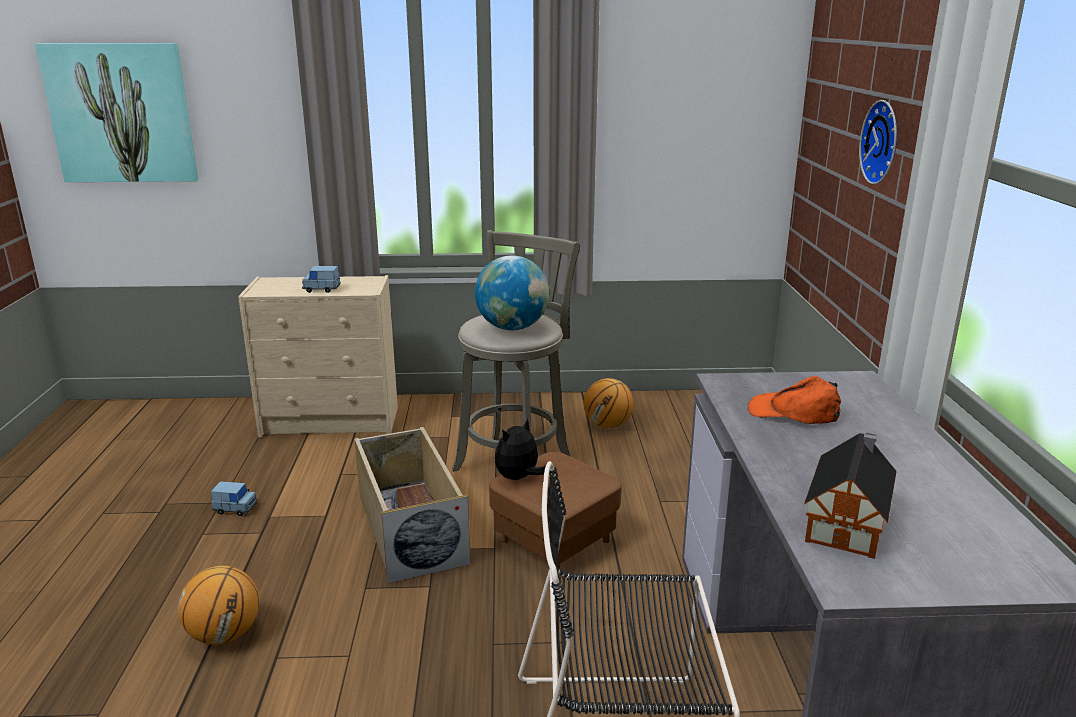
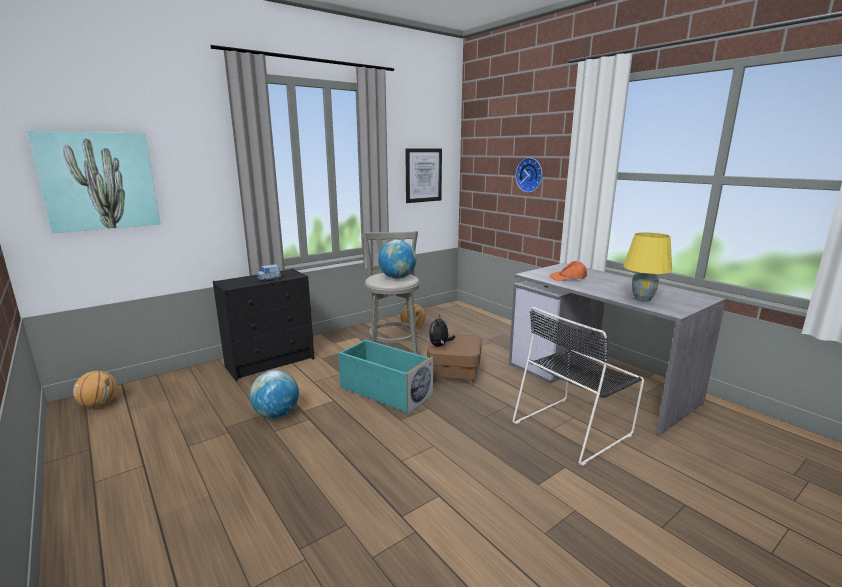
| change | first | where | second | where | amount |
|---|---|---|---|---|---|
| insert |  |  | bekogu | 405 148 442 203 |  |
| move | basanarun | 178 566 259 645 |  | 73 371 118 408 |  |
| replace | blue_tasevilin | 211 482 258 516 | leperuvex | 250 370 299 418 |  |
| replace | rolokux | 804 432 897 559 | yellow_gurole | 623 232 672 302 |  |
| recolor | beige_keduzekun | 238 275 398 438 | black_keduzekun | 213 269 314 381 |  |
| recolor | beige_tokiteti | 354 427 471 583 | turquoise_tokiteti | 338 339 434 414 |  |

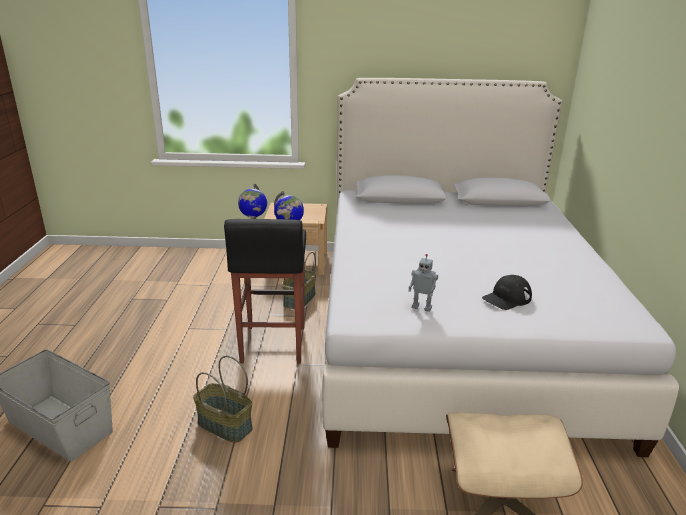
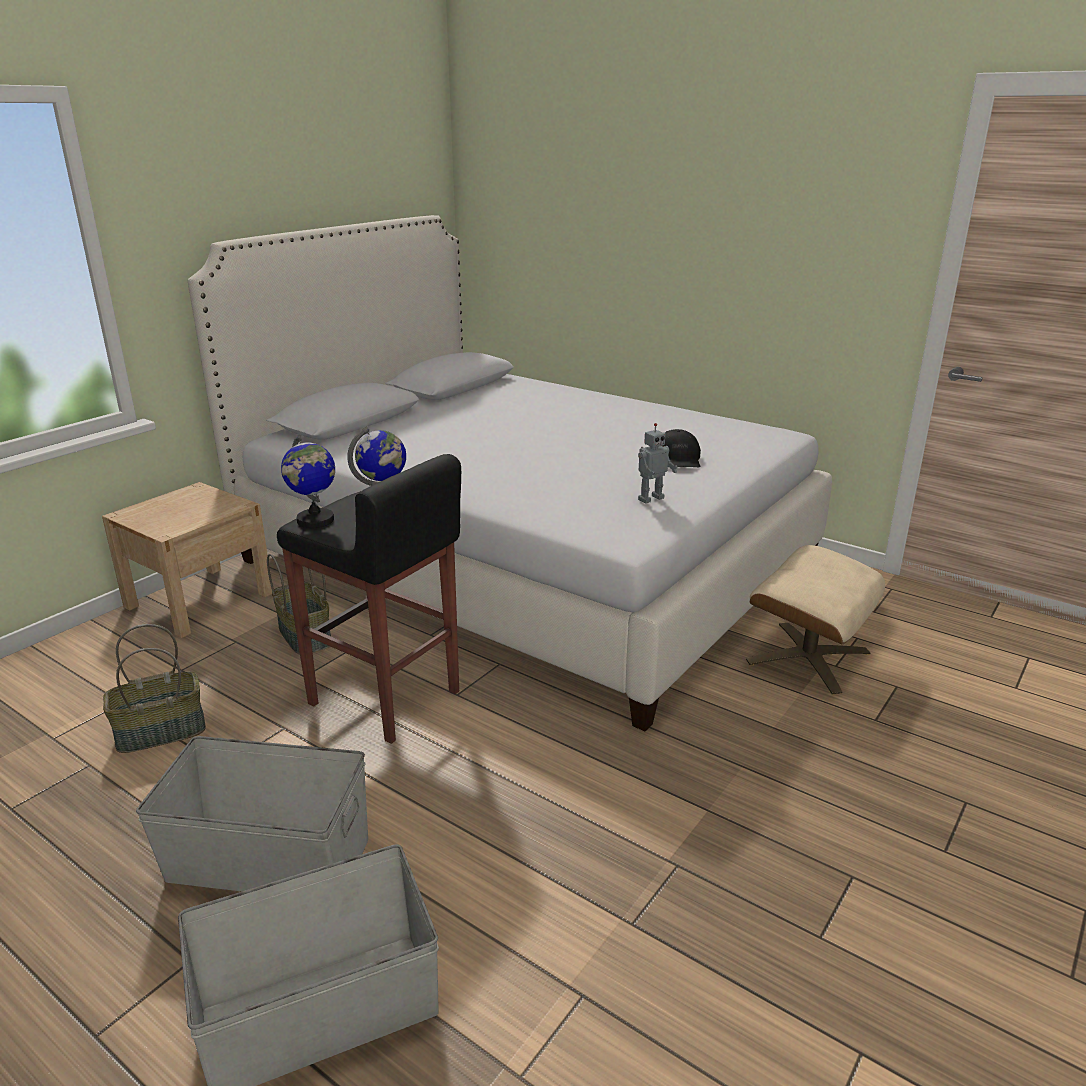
| change | first | where | second | where | amount |
|---|---|---|---|---|---|
| insert |  |  | grey_tokiteti | 136 736 368 891 |  |
| move | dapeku | 193 356 253 443 |  | 103 624 206 753 |  |

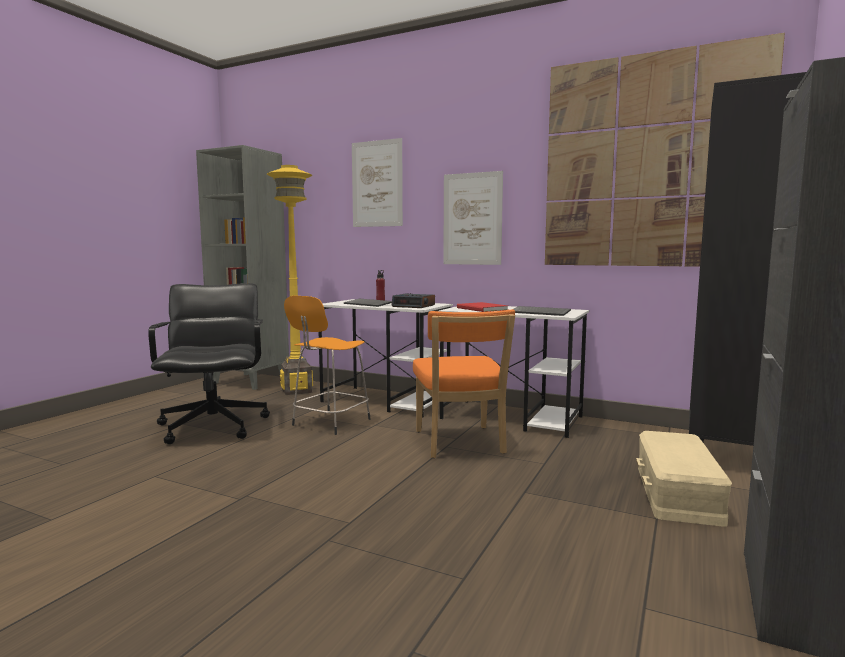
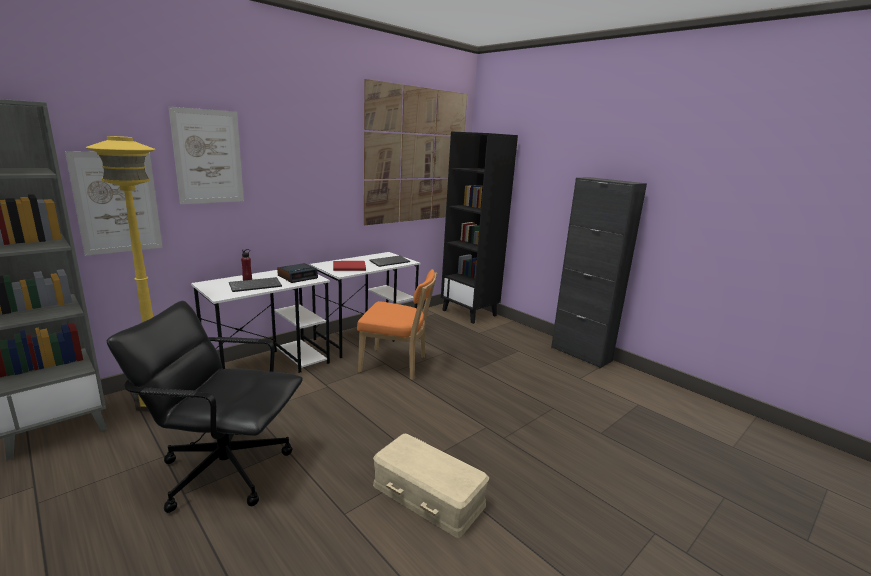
| change | first | where | second | where | amount |
|---|---|---|---|---|---|
| delete | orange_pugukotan | 284 296 371 435 |  |  |  |
| move | bekogu | 443 171 503 265 |  | 65 151 163 256 |  |
| move | beige_tokiteti | 636 431 732 527 |  | 373 434 489 538 |  |

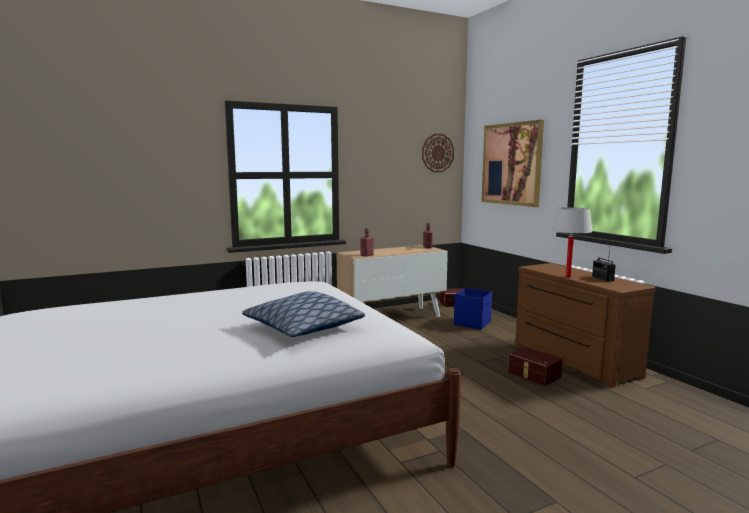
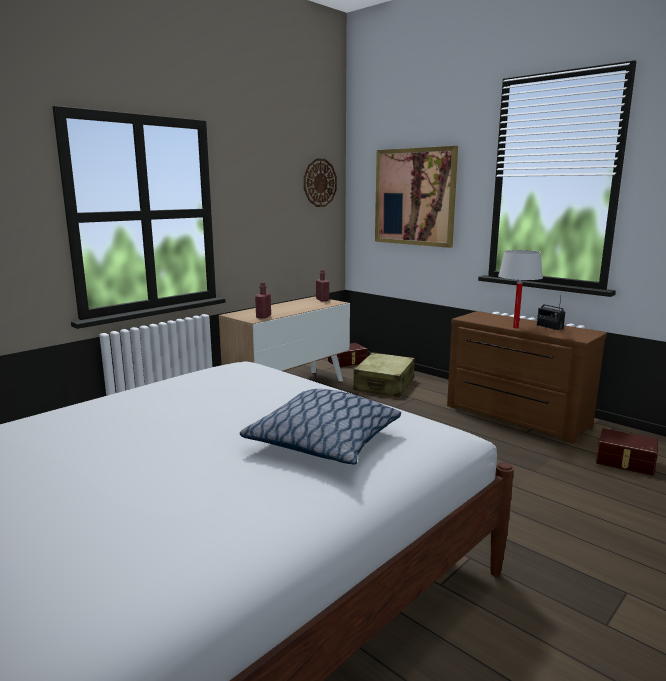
| change | first | where | second | where | amount |
|---|---|---|---|---|---|
| move | brown_tokiteti | 508 347 563 386 |  | 596 428 658 476 |  |
| replace | blue_tokiteti | 454 288 492 330 | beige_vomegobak | 353 353 415 397 |  |

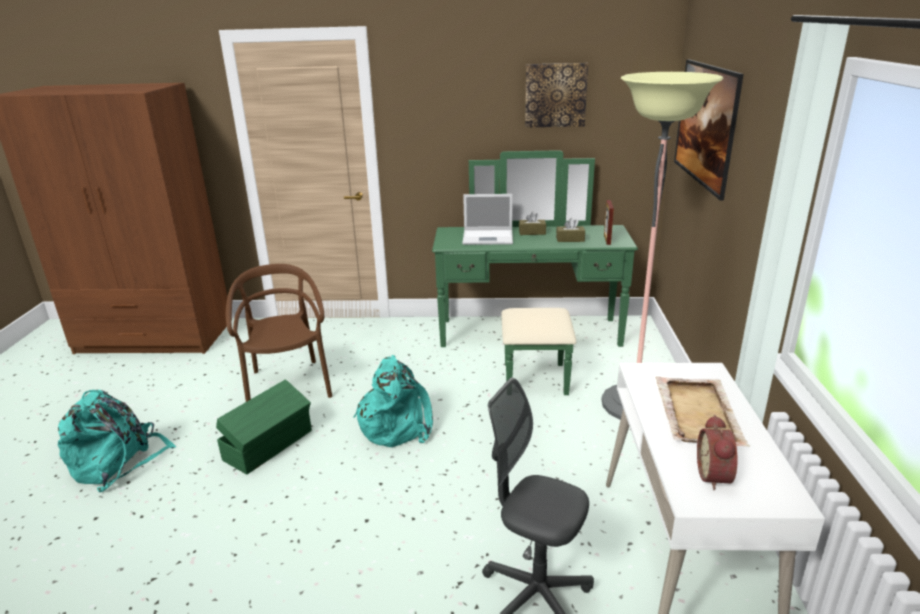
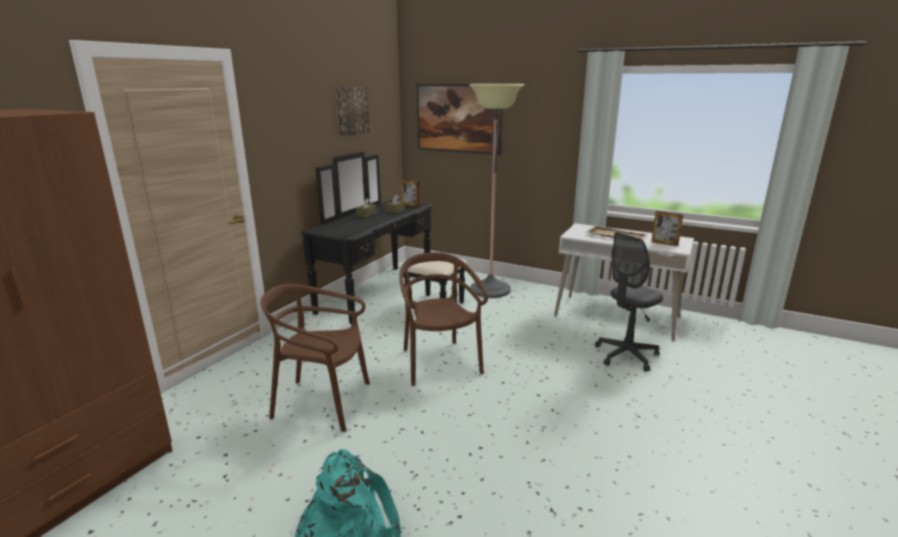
| change | first | where | second | where | amount |
|---|---|---|---|---|---|
| delete | green_tokiteti | 216 379 312 474 |  |  |  |
| delete | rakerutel | 462 194 513 245 |  |  |  |
| replace | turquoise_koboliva | 353 355 433 447 | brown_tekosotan | 399 252 488 386 |  |
| replace | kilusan | 697 415 738 490 | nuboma | 651 211 683 246 |  |
| recolor | green_keduzekun | 432 151 638 395 | black_keduzekun | 301 151 467 324 |  |

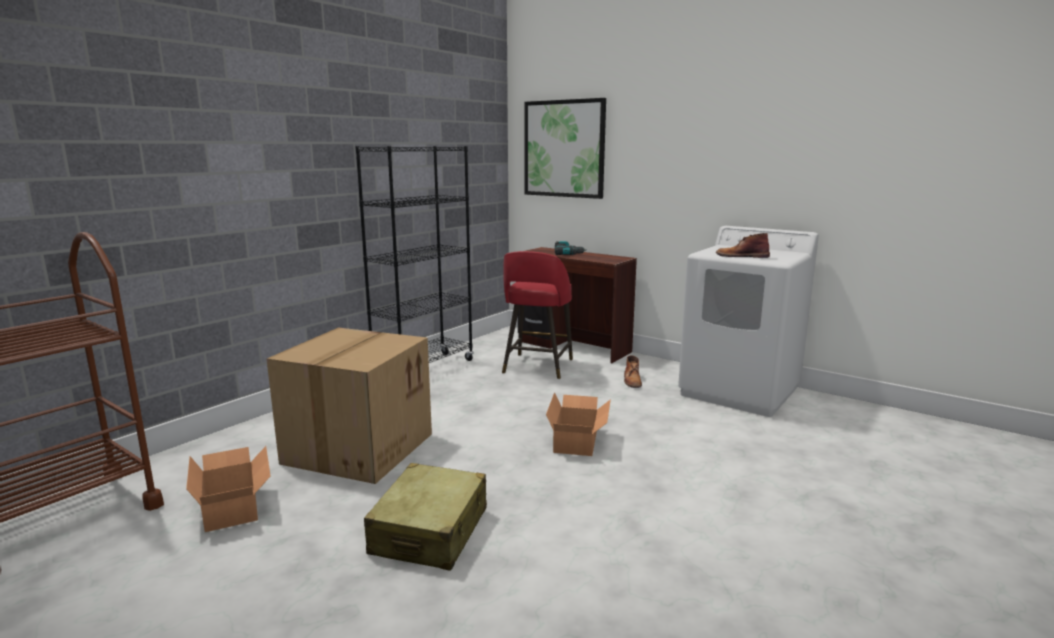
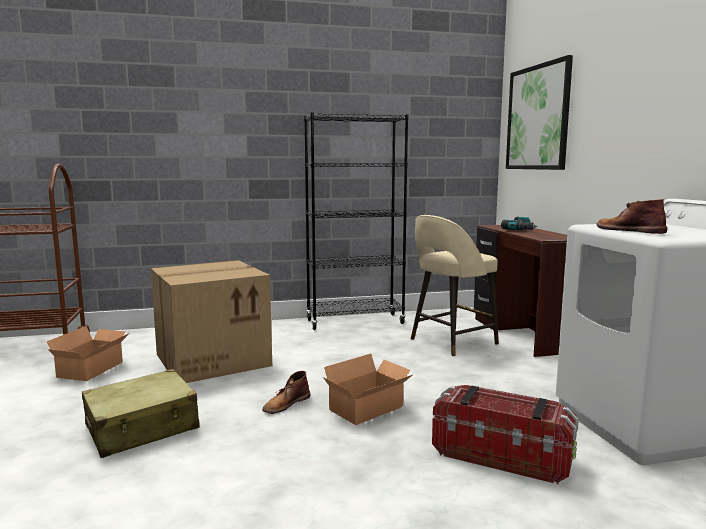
| change | first | where | second | where | amount |
|---|---|---|---|---|---|
| insert |  |  | tokiteti | 432 385 579 484 |  |
| move | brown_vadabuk | 624 355 642 388 |  | 262 371 310 414 |  |
| recolor | red_pugukotan | 502 251 573 379 | beige_pugukotan | 411 215 499 356 |  |

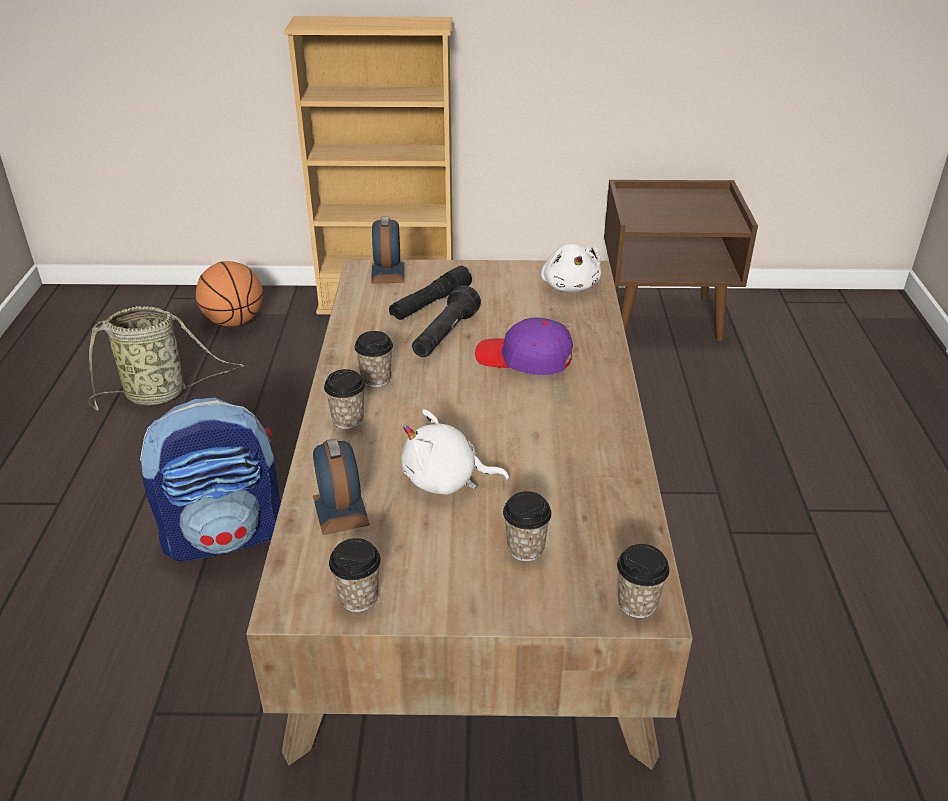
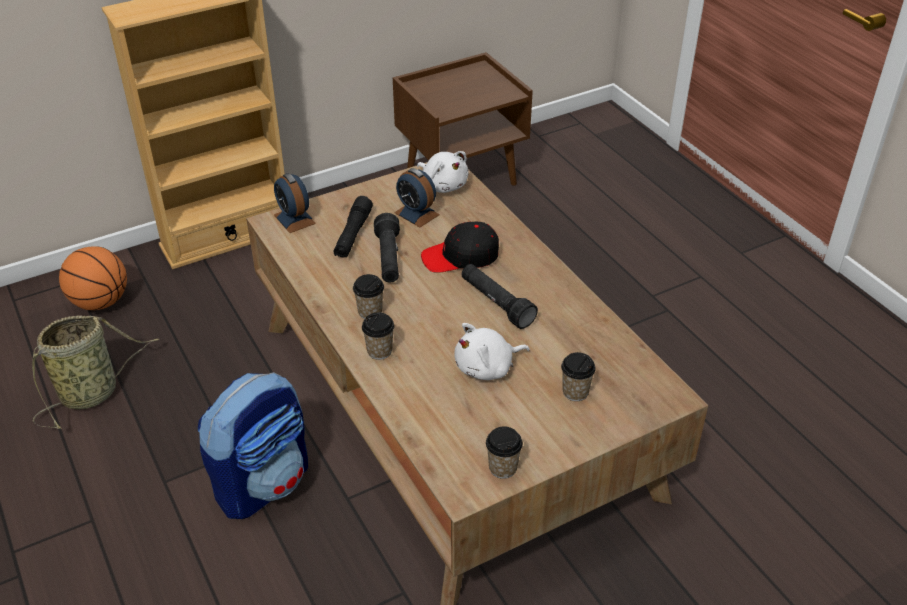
| change | first | where | second | where | amount |
|---|---|---|---|---|---|
| delete | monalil | 617 544 669 618 |  |  |  |
| insert |  |  | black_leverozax | 462 264 538 329 |  |
| move | kilusan | 313 438 370 535 |  | 394 168 440 227 |  |
| recolor | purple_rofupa | 475 317 573 375 | black_rofupa | 421 222 499 273 |  |

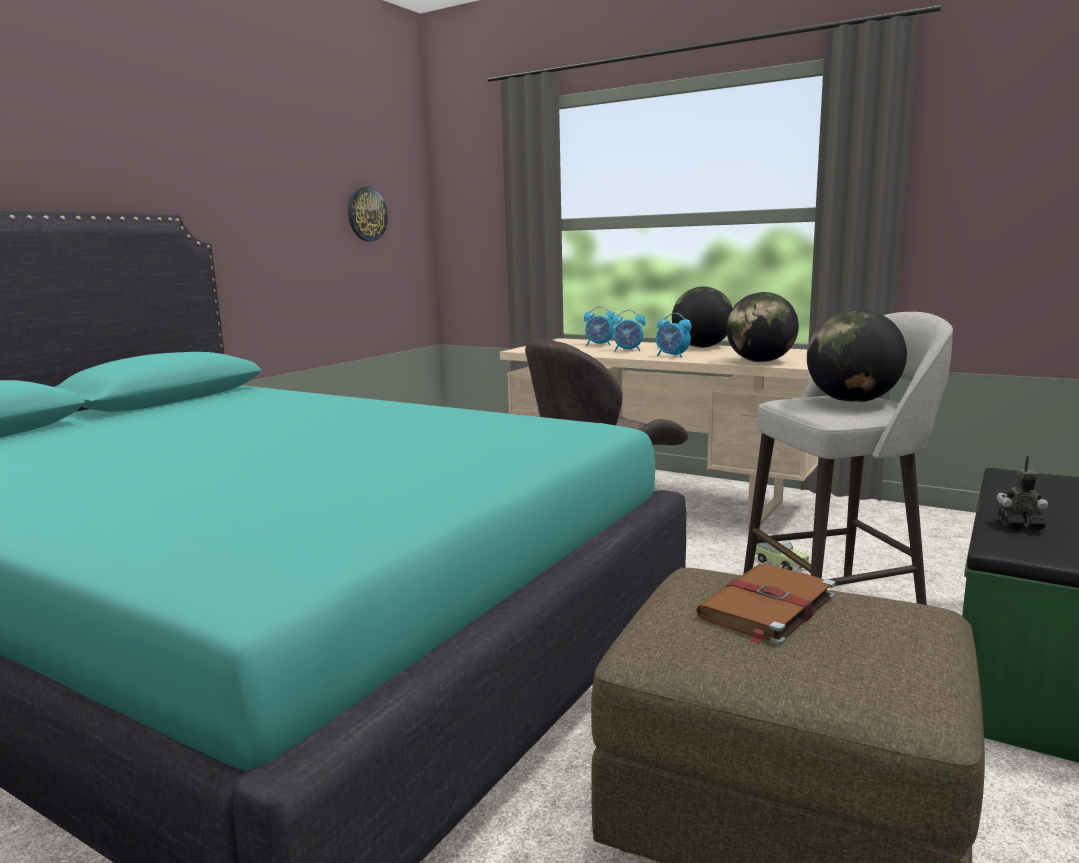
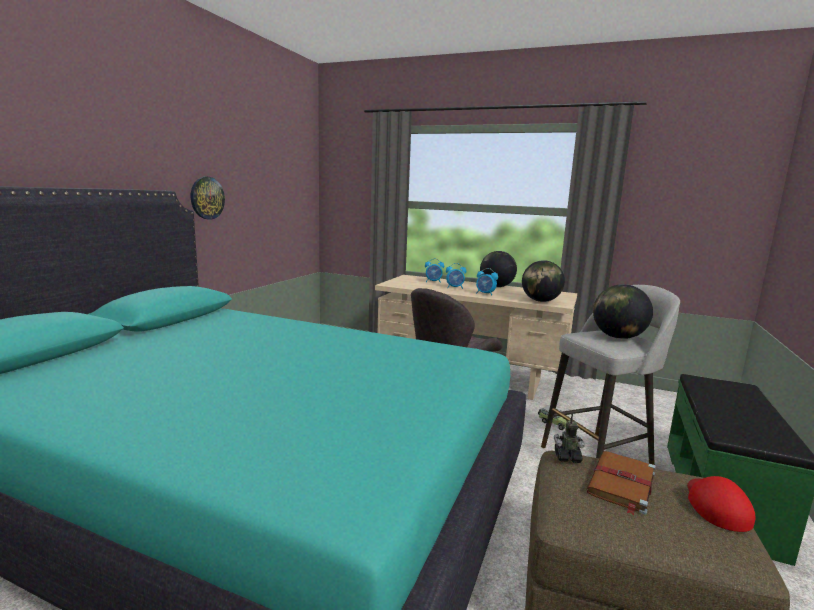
| change | first | where | second | where | amount |
|---|---|---|---|---|---|
| insert |  |  | red_rofupa | 687 476 756 532 |  |
| move | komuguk | 348 187 388 241 |  | 191 177 225 220 |  |
| move | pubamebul | 997 456 1048 530 |  | 554 413 585 463 |  |

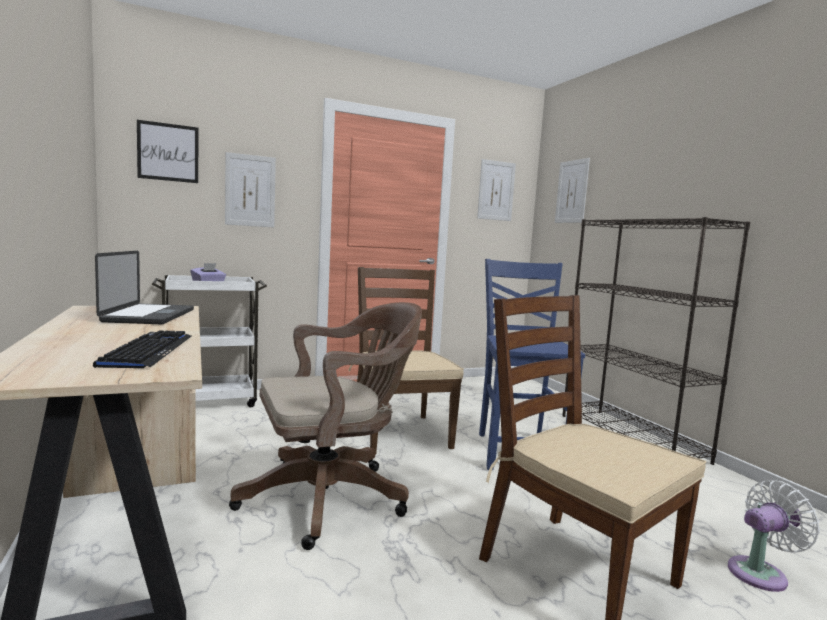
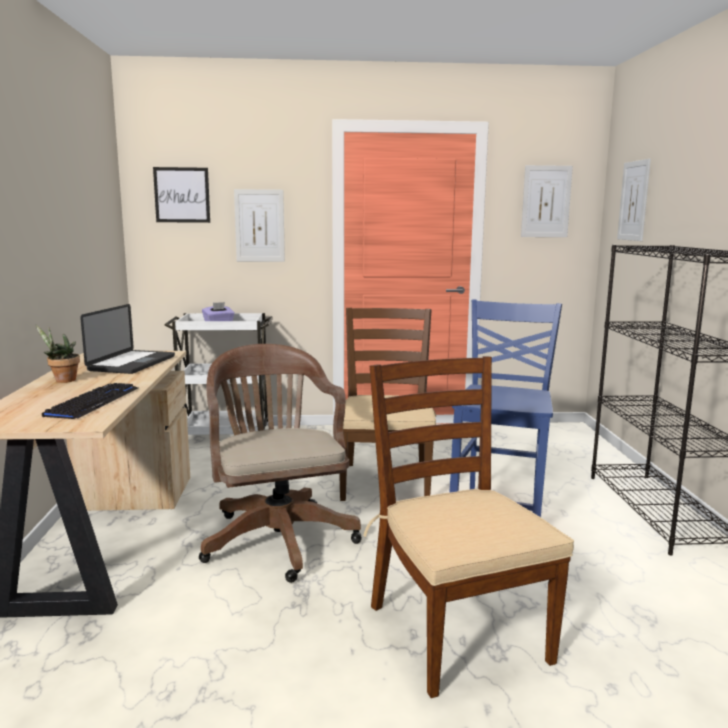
| change | first | where | second | where | amount |
|---|---|---|---|---|---|
| delete | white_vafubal | 728 480 820 592 |  |  |  |
| insert |  |  | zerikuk | 35 324 80 383 |  |
| rotate | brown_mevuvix | 229 302 422 550 |  | 199 344 362 583 | 105 degrees counterclockwise |

